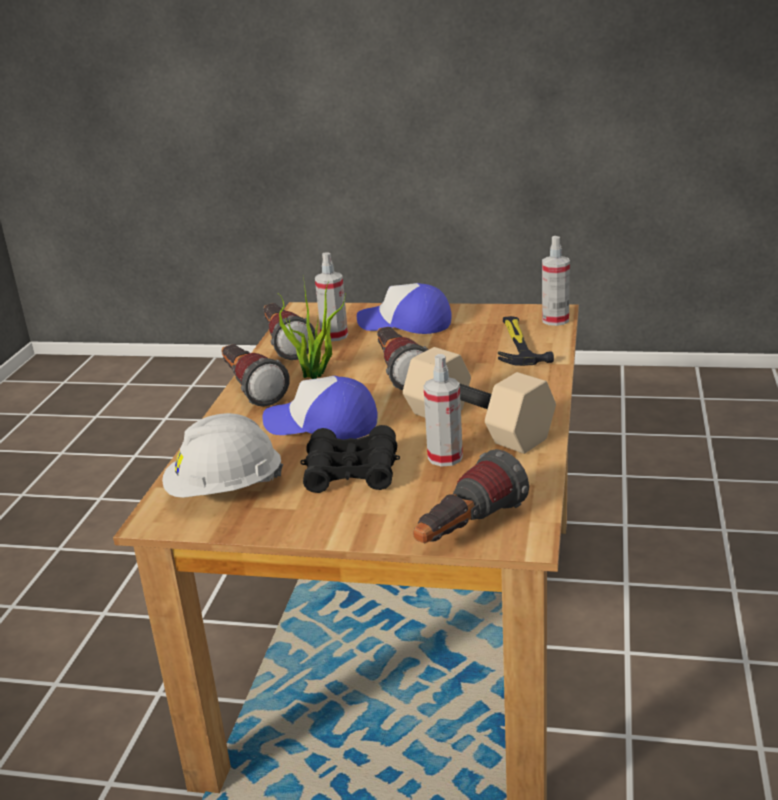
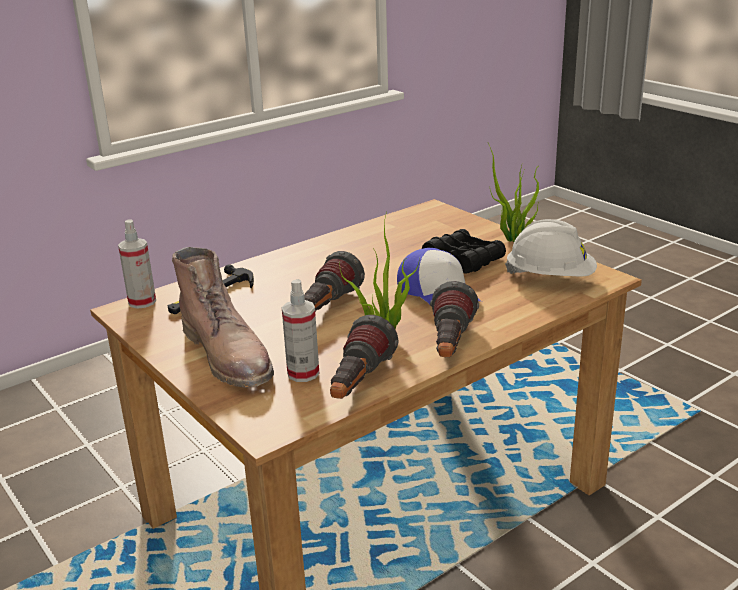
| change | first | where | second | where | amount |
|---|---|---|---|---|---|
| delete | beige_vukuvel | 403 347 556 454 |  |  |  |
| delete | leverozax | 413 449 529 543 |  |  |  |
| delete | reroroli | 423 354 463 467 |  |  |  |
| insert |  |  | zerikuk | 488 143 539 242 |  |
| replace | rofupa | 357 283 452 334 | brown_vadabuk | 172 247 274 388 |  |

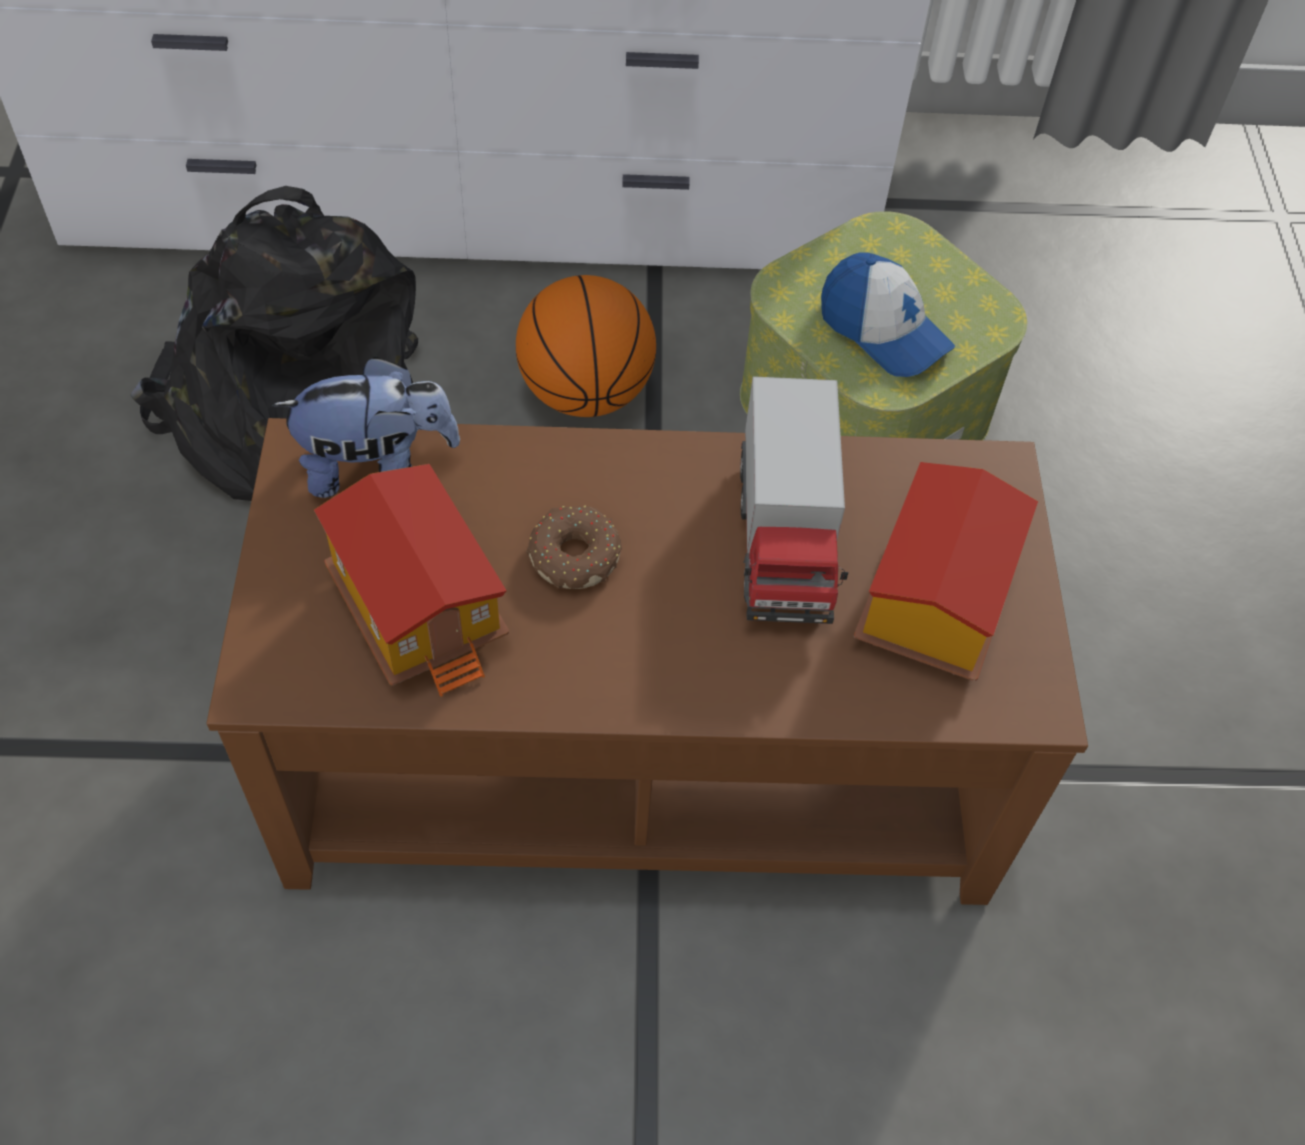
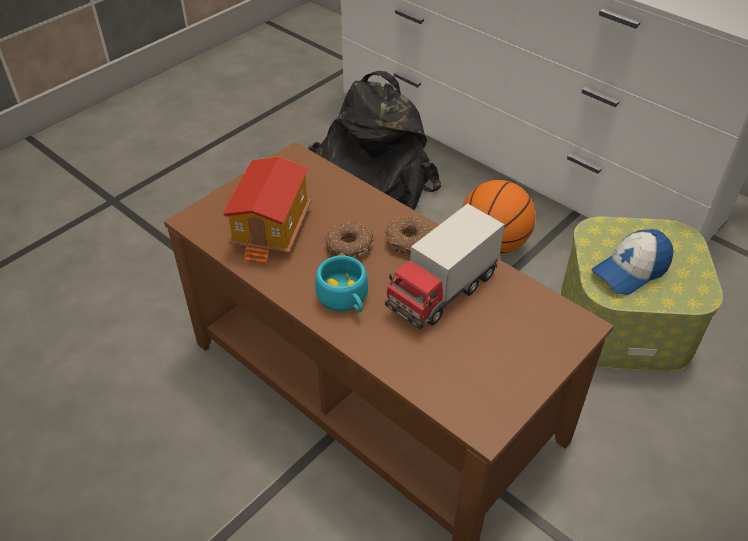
| change | first | where | second | where | amount |
|---|---|---|---|---|---|
| delete | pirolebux | 272 356 460 498 |  |  |  |
| delete | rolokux | 854 462 1038 681 |  |  |  |
| insert |  |  | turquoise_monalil | 315 255 368 312 |  |
| insert |  |  | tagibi | 385 216 432 254 |  |
| rotate | rofupa | 821 252 955 377 |  | 592 229 674 295 | 60 degrees clockwise |

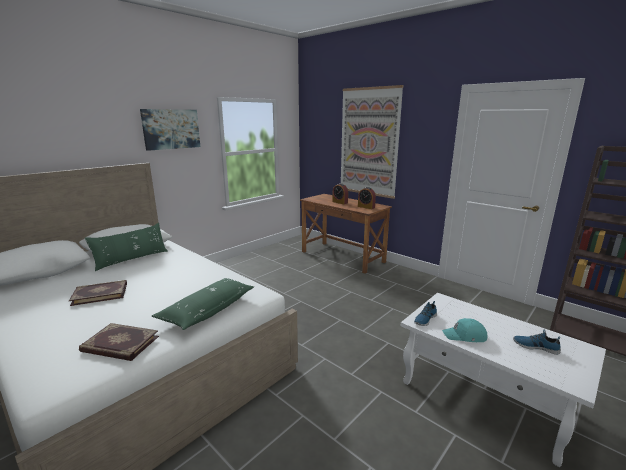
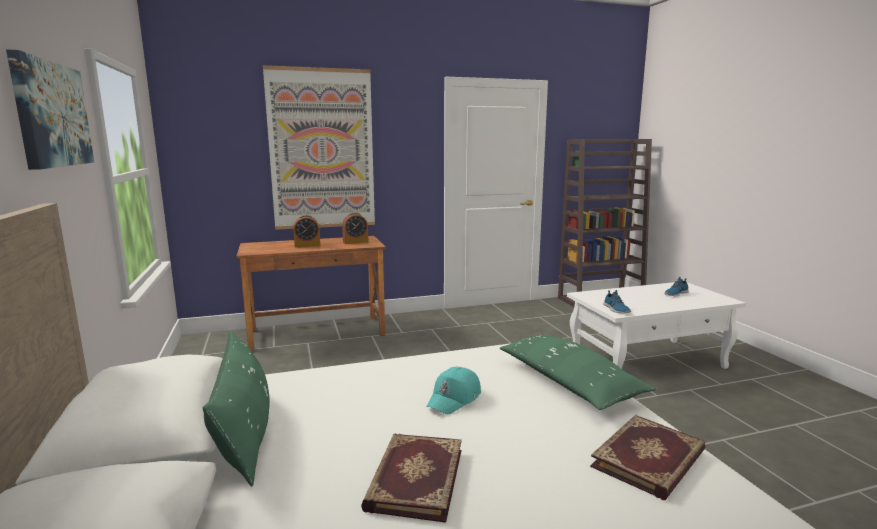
| change | first | where | second | where | amount |
|---|---|---|---|---|---|
| move | turquoise_rofupa | 442 318 487 342 |  | 427 367 481 415 |  |

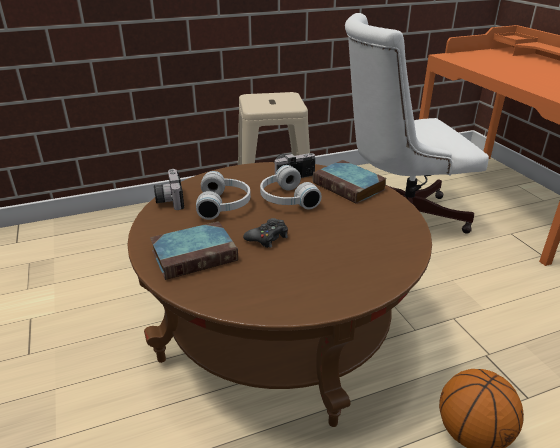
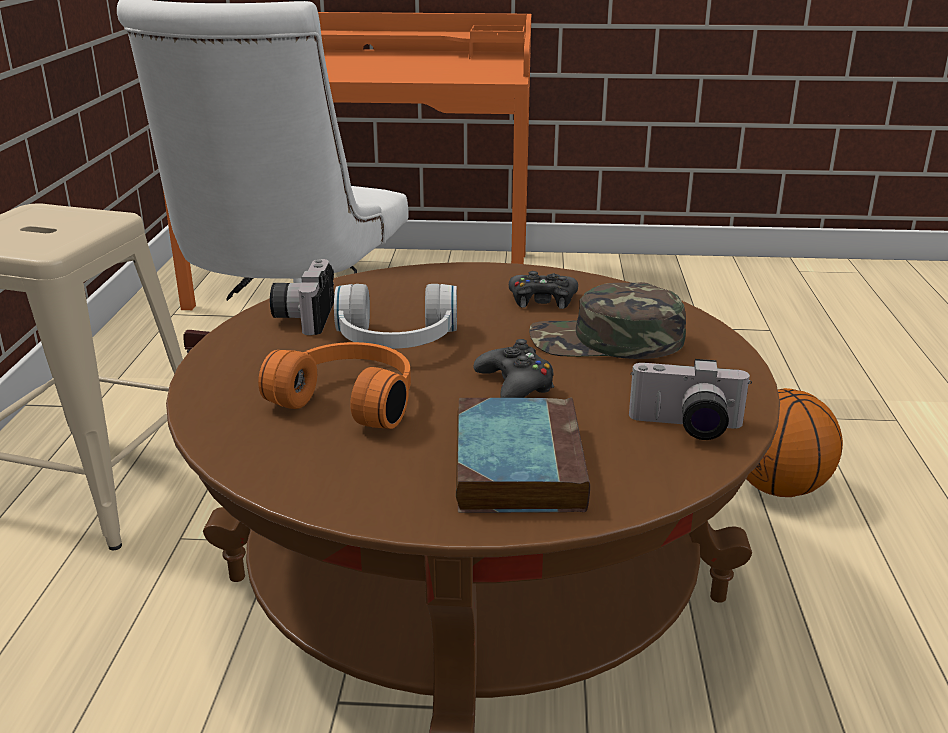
| change | first | where | second | where | amount |
|---|---|---|---|---|---|
| delete | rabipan | 313 160 387 204 |  |  |  |
| insert |  |  | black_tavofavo | 509 271 578 309 |  |
| insert |  |  | green_rofupa | 529 282 686 359 |  |
| move | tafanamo | 154 169 184 210 |  | 629 359 752 440 |  |
| recolor | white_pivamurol | 196 171 251 220 | orange_pivamurol | 258 342 411 429 |  |

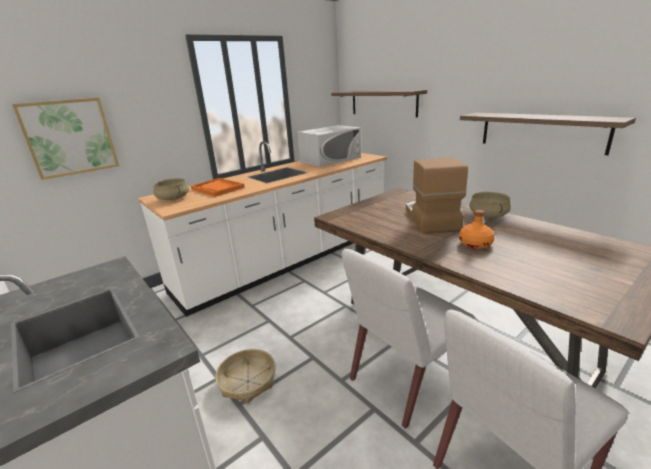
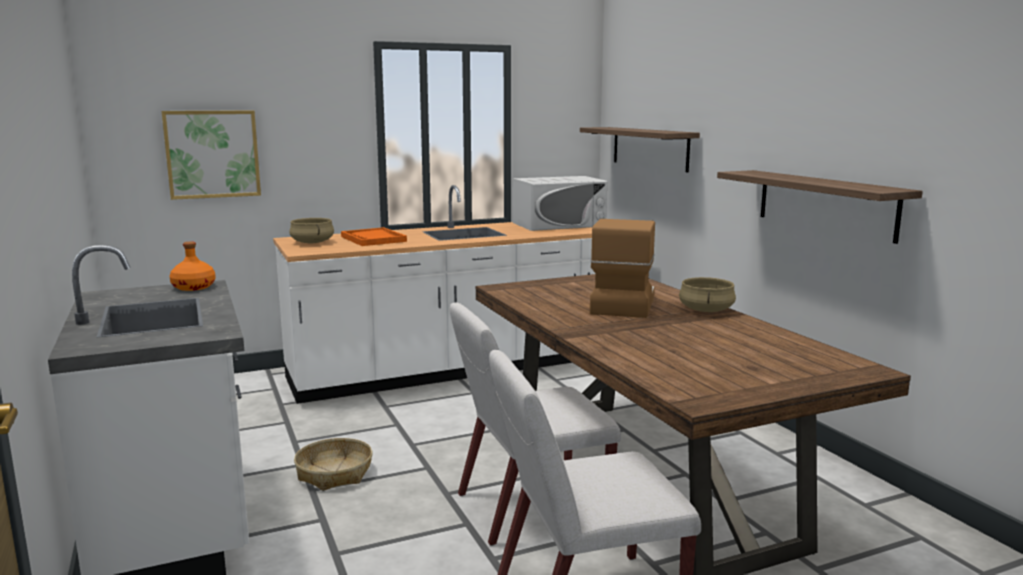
| change | first | where | second | where | amount |
|---|---|---|---|---|---|
| move | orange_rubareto | 459 210 495 249 |  | 169 242 216 291 |  |

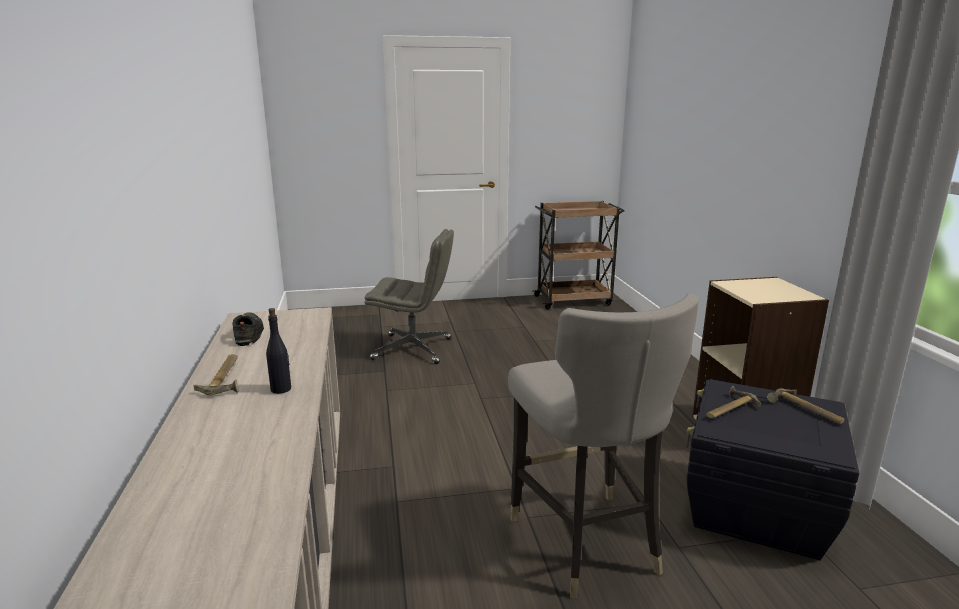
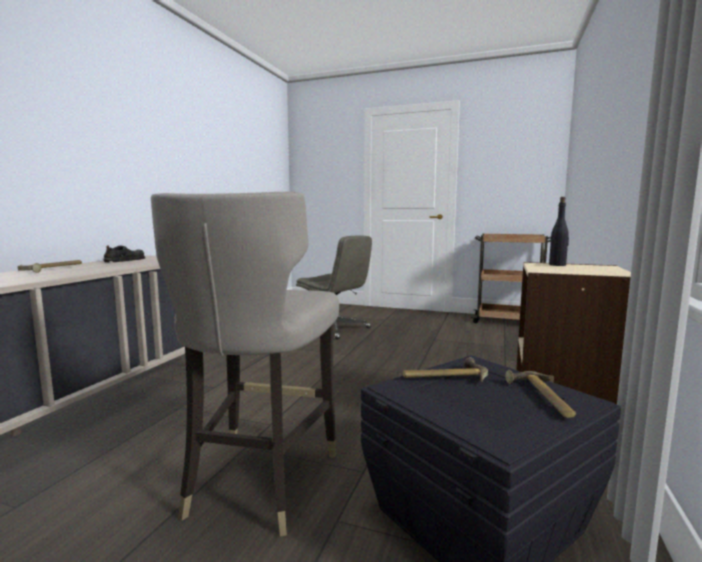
| change | first | where | second | where | amount |
|---|---|---|---|---|---|
| move | black_rubareto | 266 308 291 394 |  | 549 197 569 266 |  |

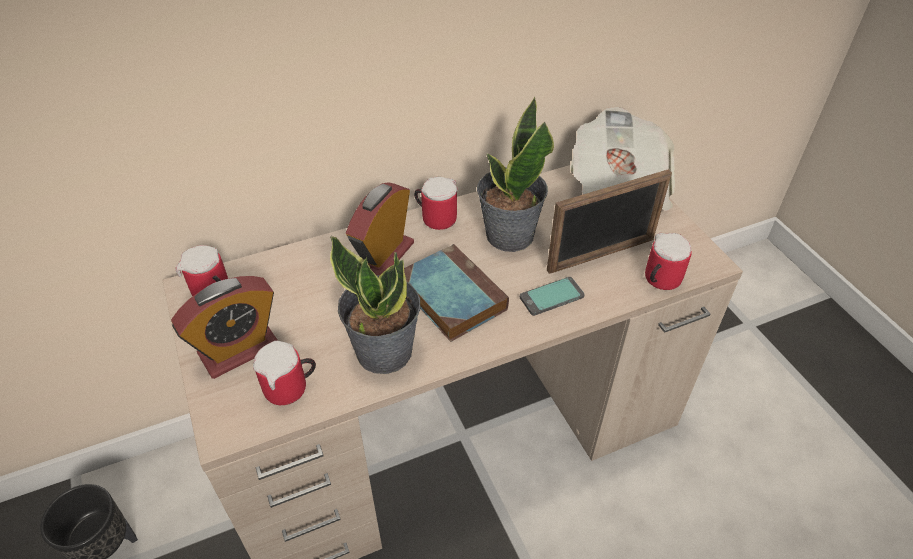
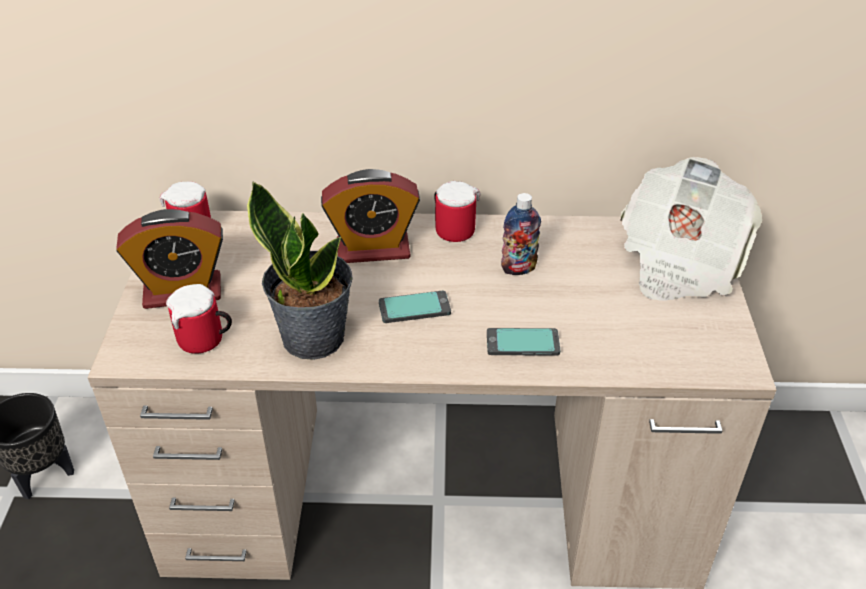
| change | first | where | second | where | amount |
|---|---|---|---|---|---|
| delete | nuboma | 547 169 672 274 |  |  |  |
| delete | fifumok | 645 233 692 290 |  |  |  |
| replace | rabipan | 404 244 509 342 | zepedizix | 379 291 451 323 |  |
| replace | zerikuk | 477 96 554 252 | rubareto | 501 193 541 275 |  |
| rotate | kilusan | 346 182 414 275 |  | 321 169 420 263 | 150 degrees counterclockwise |

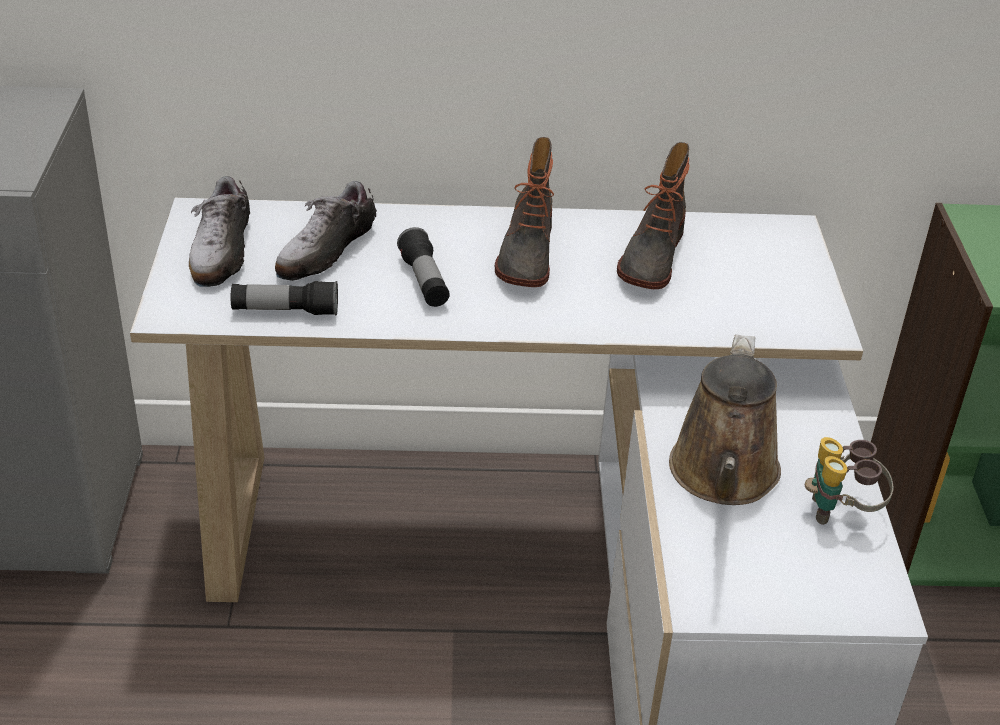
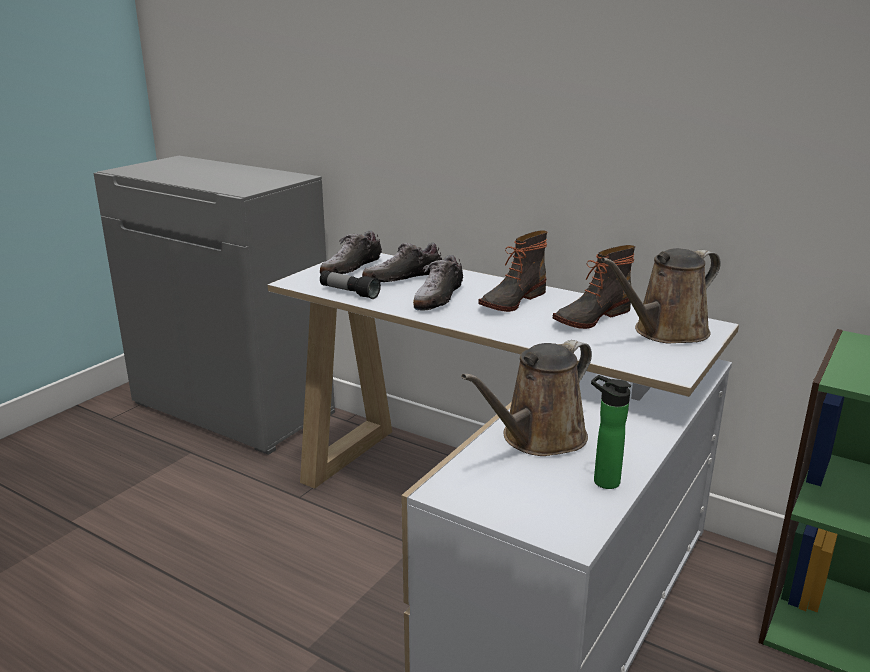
| change | first | where | second | where | amount |
|---|---|---|---|---|---|
| insert |  |  | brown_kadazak | 601 248 721 344 |  |
| replace | leverozax | 397 227 450 307 | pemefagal | 413 255 463 310 |  |
| replace | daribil | 805 437 893 525 | rubareto | 591 375 631 489 |  |

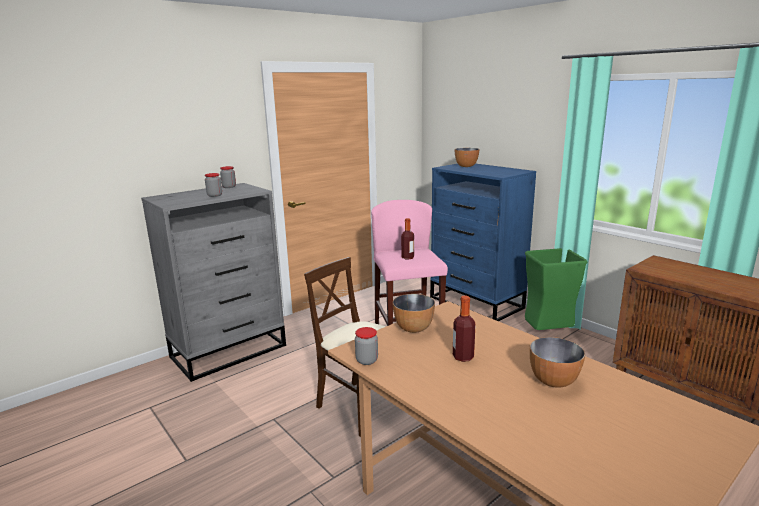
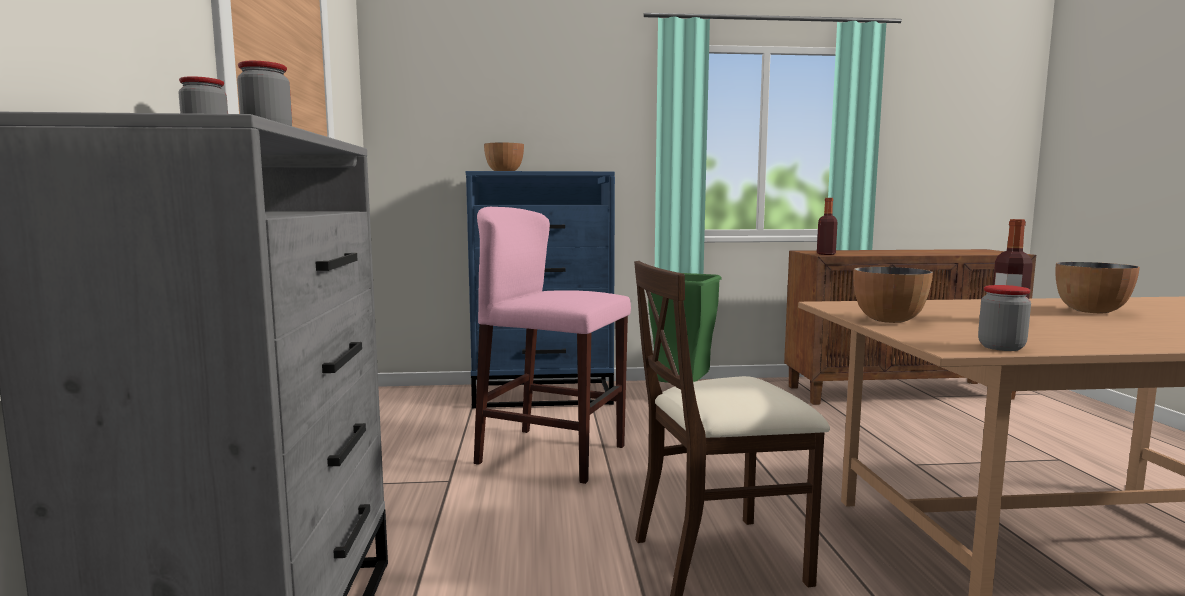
| change | first | where | second | where | amount |
|---|---|---|---|---|---|
| move | rubareto | 401 218 414 260 |  | 817 198 838 255 |  |

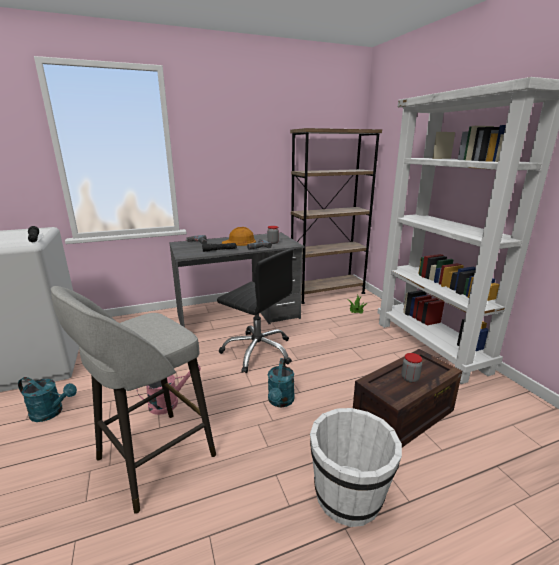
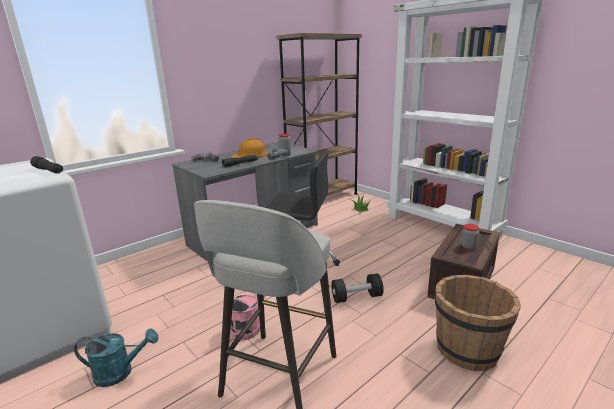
| change | first | where | second | where | amount |
|---|---|---|---|---|---|
| replace | turquoise_kadazak | 268 358 295 407 | black_vukuvel | 331 273 384 303 |  |
| recolor | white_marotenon | 310 408 402 527 | brown_marotenon | 435 275 521 371 |  |

